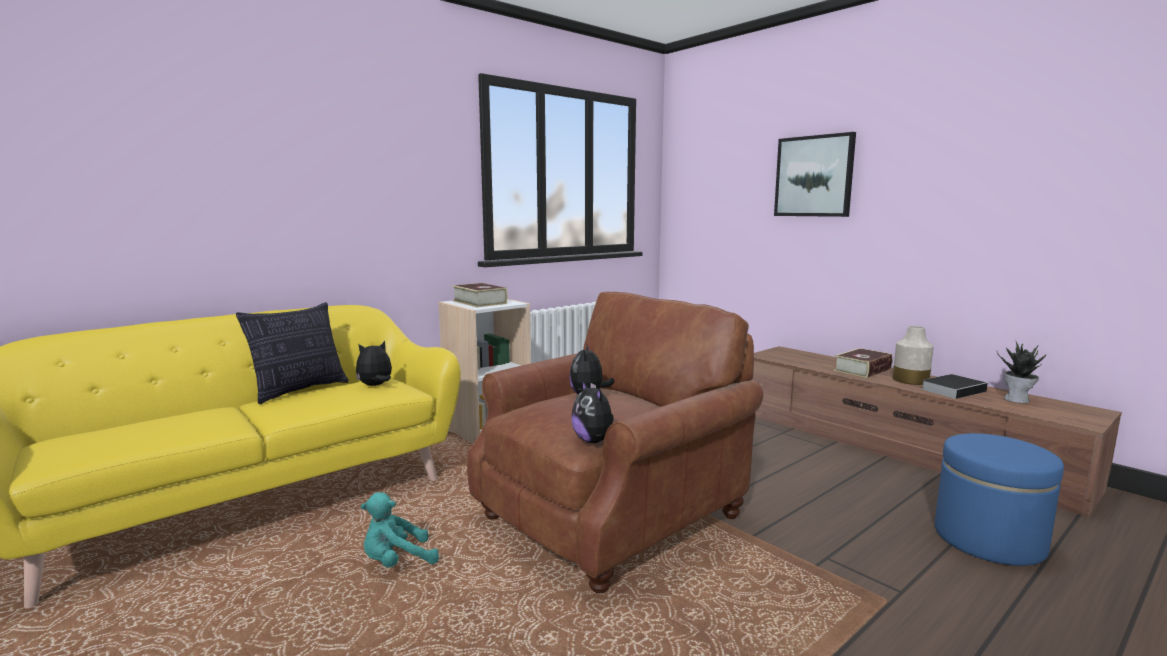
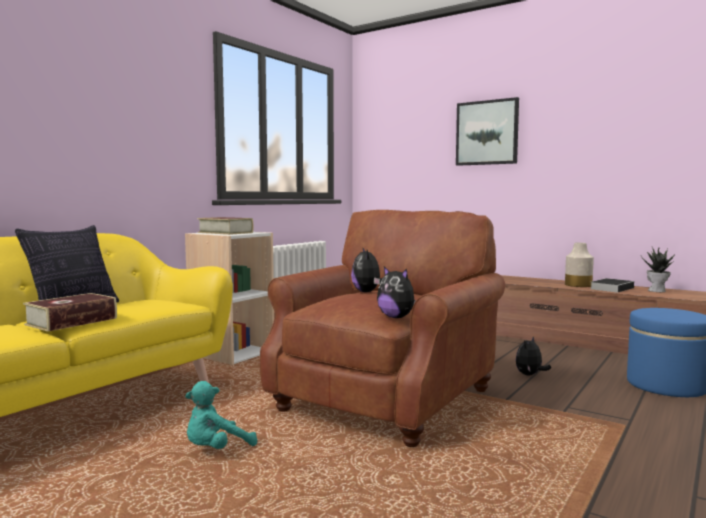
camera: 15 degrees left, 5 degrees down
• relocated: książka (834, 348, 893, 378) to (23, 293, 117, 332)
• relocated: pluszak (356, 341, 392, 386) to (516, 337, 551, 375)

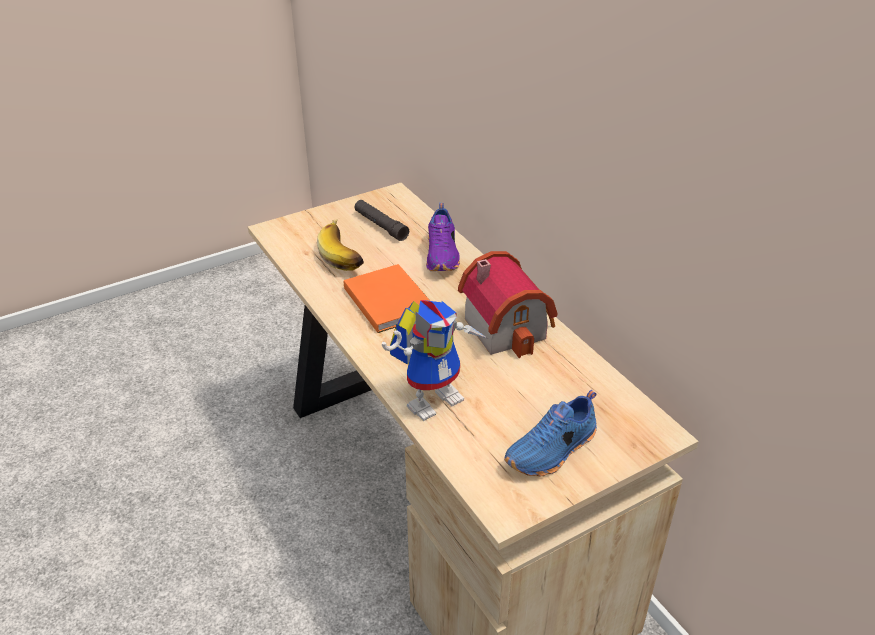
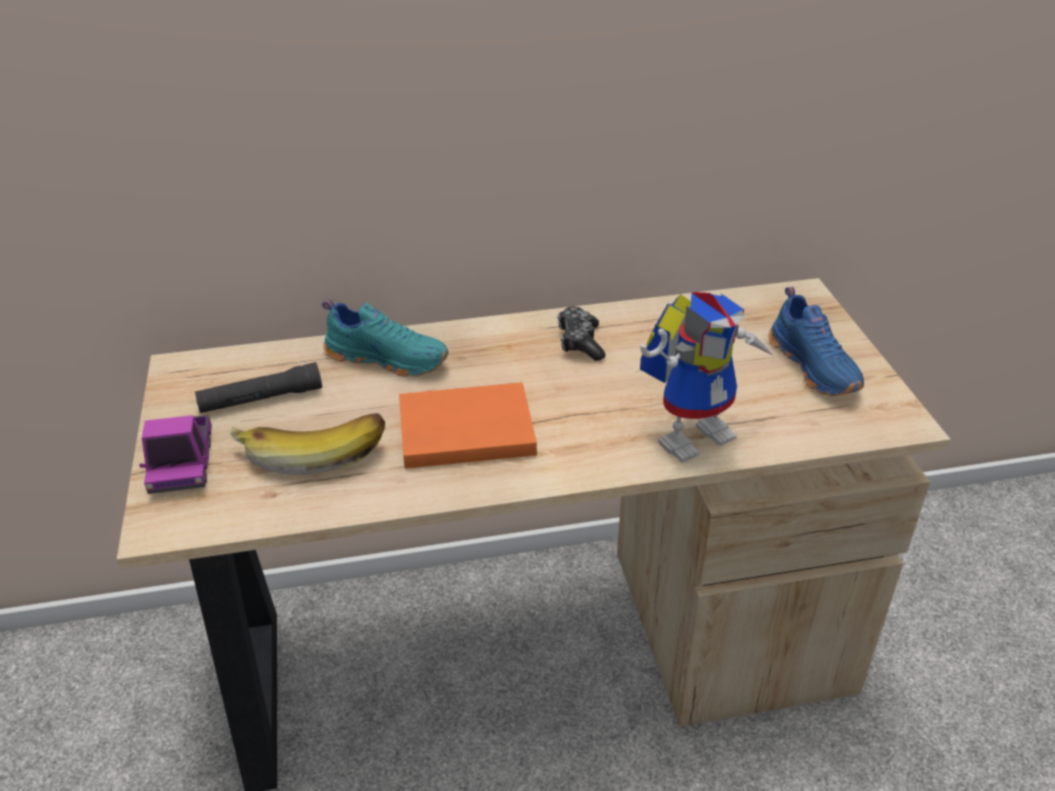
camera: 70 degrees left, 0 degrees up
• appeared: ciężarówka zabawkowa (139, 415, 212, 494)
• colour: but/fioletowy (426, 203, 460, 271) to but/turkusowy (322, 299, 448, 377)
• exchanged: domek (458, 251, 557, 358) to pad do gier (558, 306, 605, 361)
• spun: robot zabawkowy (382, 300, 488, 421) = (640, 292, 774, 462) 75 degrees clockwise

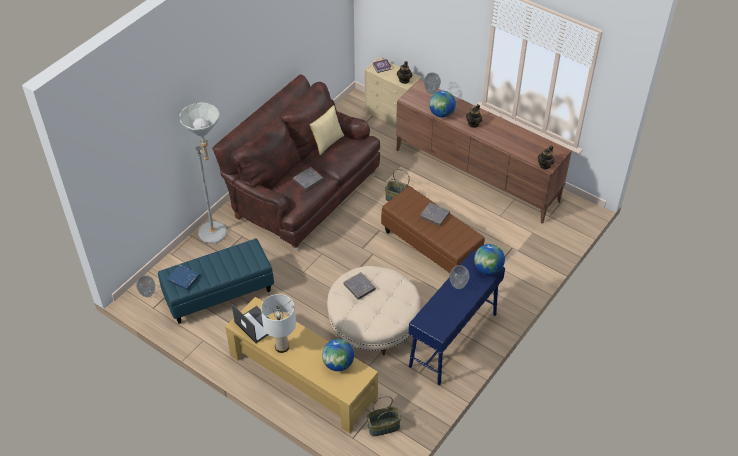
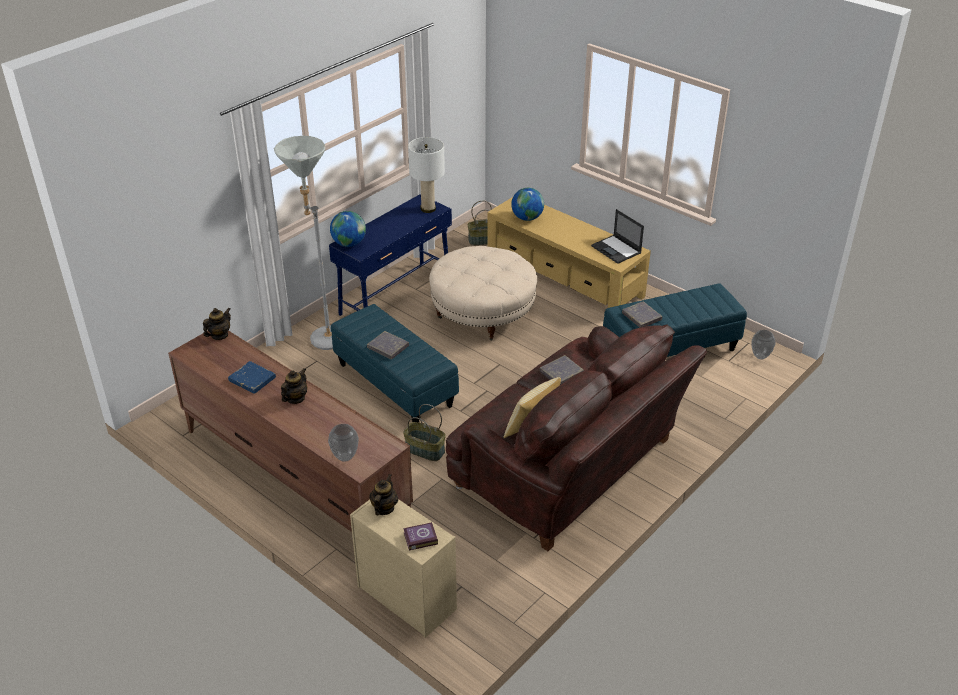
camera: 175 degrees left, 10 degrees down
• relocated: książka/niebieski (167, 265, 200, 290) to (228, 361, 276, 394)
• relocated: lampa stojąca/szary (179, 102, 227, 243) to (274, 136, 333, 350)
• colour: pufa/brązowy (381, 186, 485, 273) to pufa/niebieski (331, 304, 459, 423)
• relocated: lampa stołowa/biały (261, 294, 296, 353) to (408, 137, 445, 213)
• relocated: książka/szary (344, 272, 376, 300) to (622, 301, 662, 328)
• missing: globus (429, 91, 456, 118)
• missing: wazon (449, 265, 470, 289)

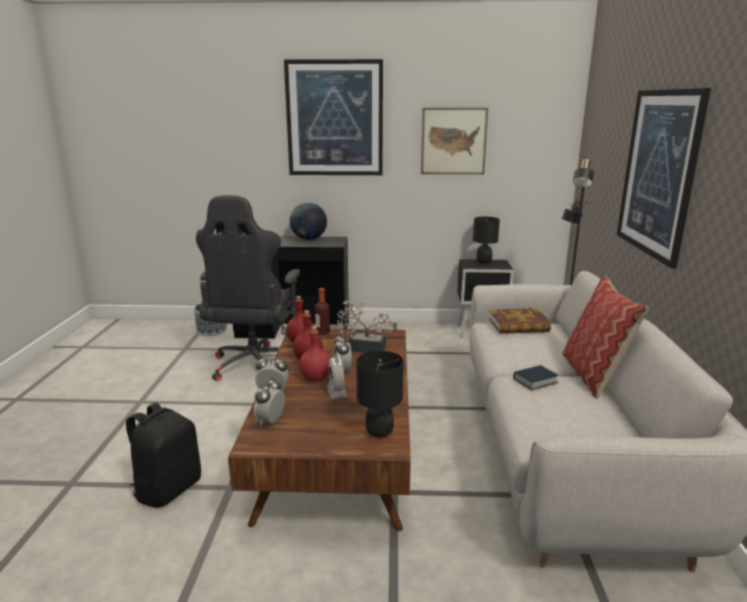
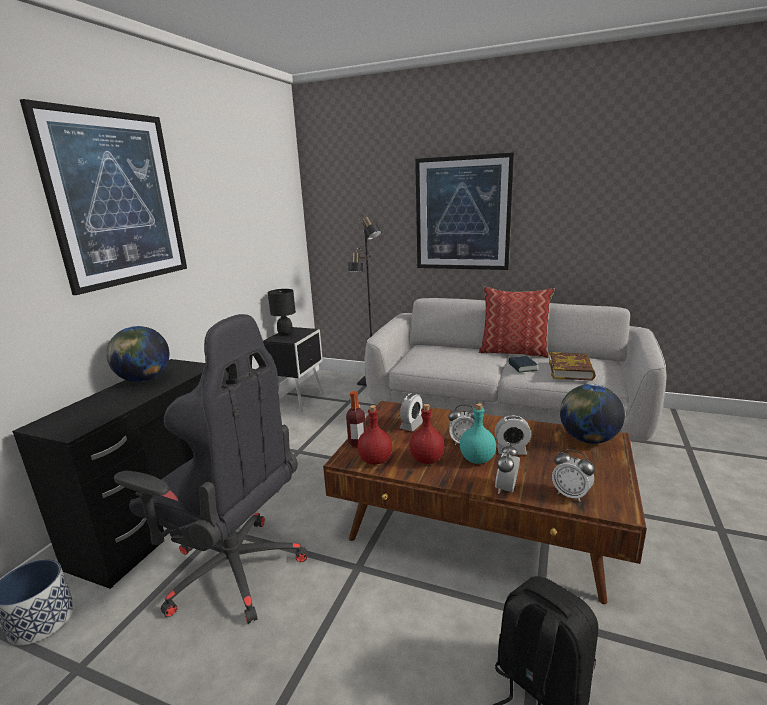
camera: 70 degrees left, 0 degrees up
• exchanged: roślina doniczkowa (336, 298, 394, 353) to budzik (400, 393, 423, 431)
• colour: butelka/czerwony (299, 326, 330, 382) to butelka/turkusowy (460, 403, 496, 464)
• relocated: książka (489, 308, 551, 334) to (549, 352, 596, 381)
• exchanged: lampa stołowa/czarny (356, 351, 404, 438) to globus (560, 384, 625, 444)
• missing: obraz (421, 108, 488, 174)

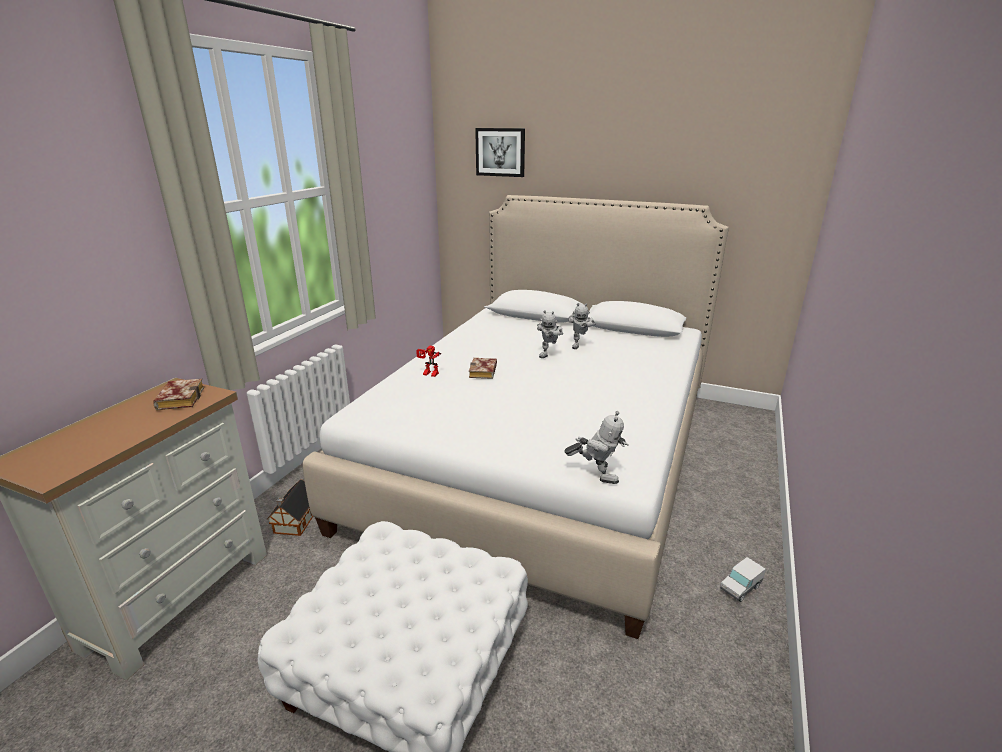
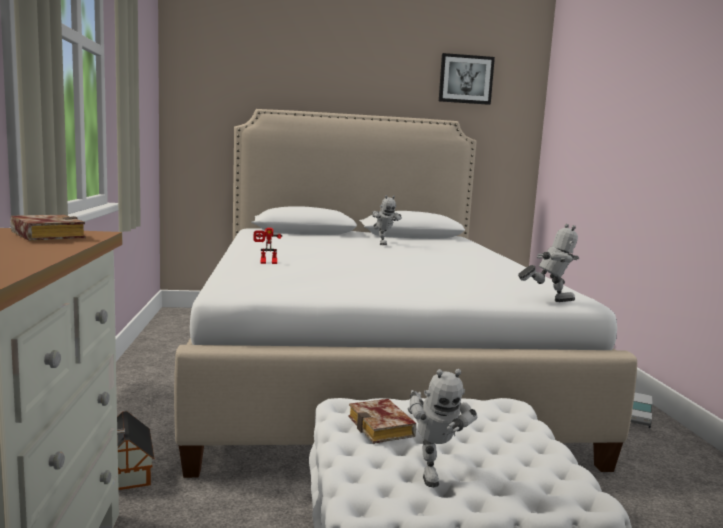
camera: 30 degrees left, 15 degrees down
• relocated: książka (469, 358, 497, 379) to (349, 399, 416, 444)
• relocated: robot zabawkowy (537, 310, 563, 358) to (408, 369, 478, 487)
• relocated: obraz (475, 128, 525, 177) to (439, 53, 495, 105)

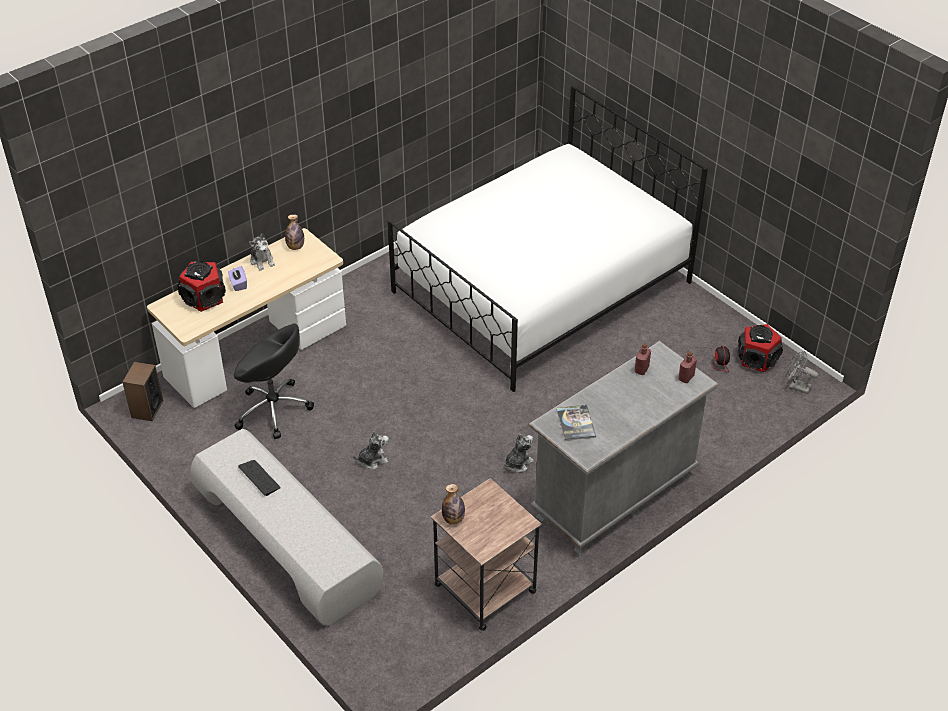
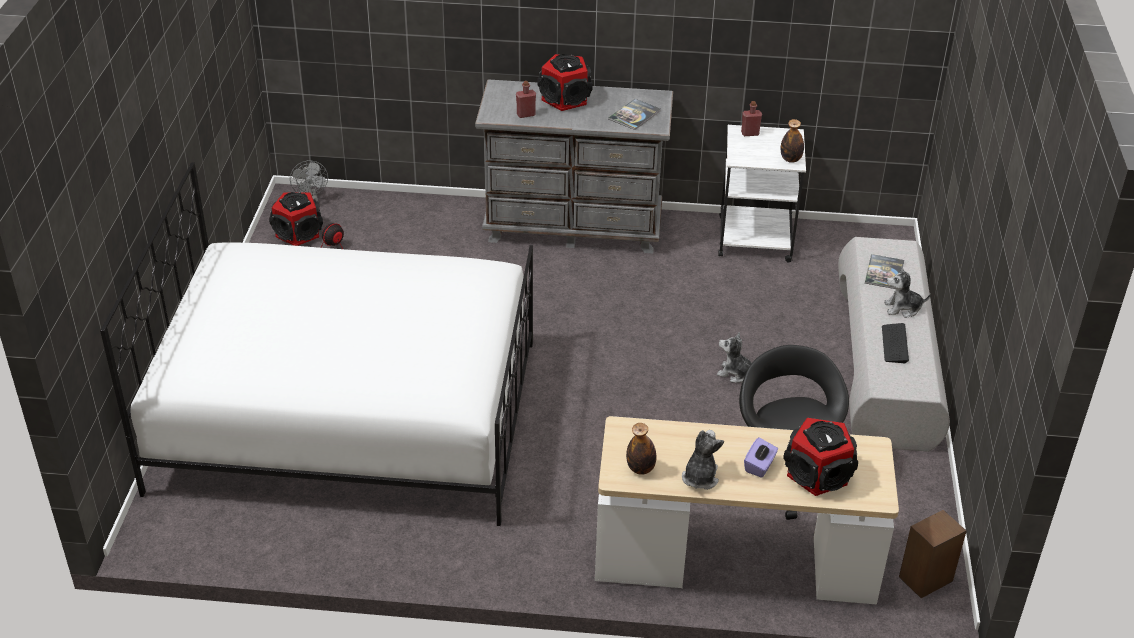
camera: 135 degrees left, 5 degrees down
• appeared: głośnik (537, 54, 593, 111)
• colour: wózek/brązowy (431, 478, 542, 631) to wózek/biały (718, 125, 806, 263)
• relocated: butelka/czerwony (678, 351, 697, 383) to (741, 101, 762, 136)
• appeared: książka (865, 254, 904, 289)
• relocated: pluszak (504, 434, 534, 473) to (884, 266, 931, 318)

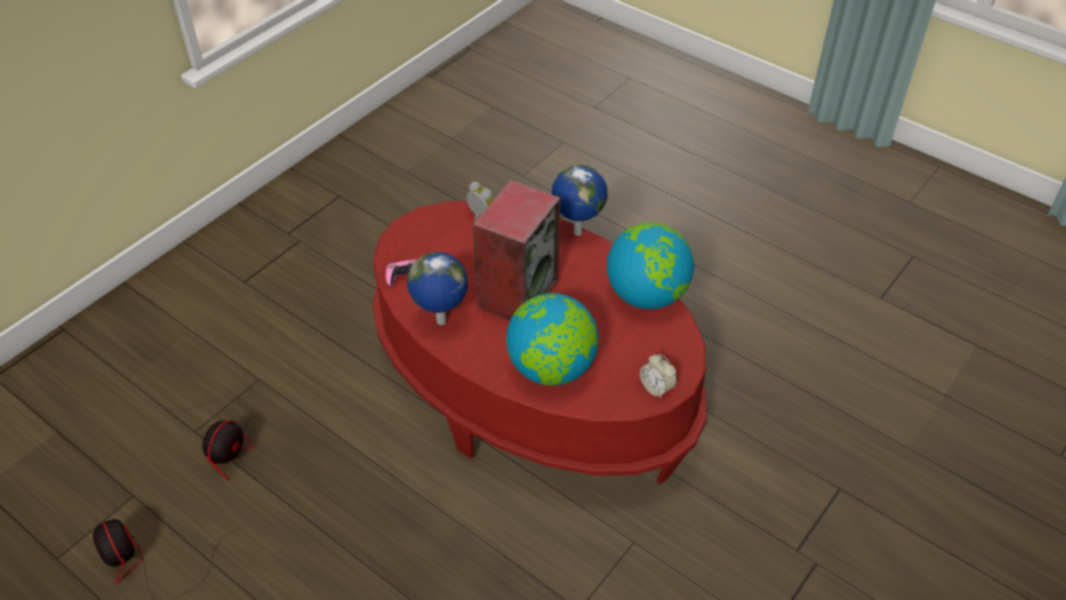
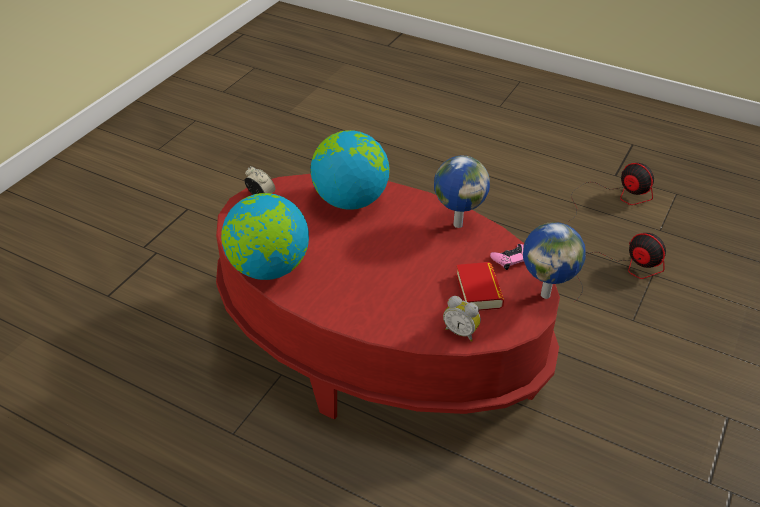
camera: 170 degrees right, 5 degrees down
• appeared: książka (456, 262, 504, 311)
• relocated: globus (552, 165, 608, 236) to (523, 222, 586, 299)
• spun: wentylator (164, 399, 253, 480) = (574, 233, 666, 302) 120 degrees clockwise
• missing: głośnik (473, 180, 560, 320)

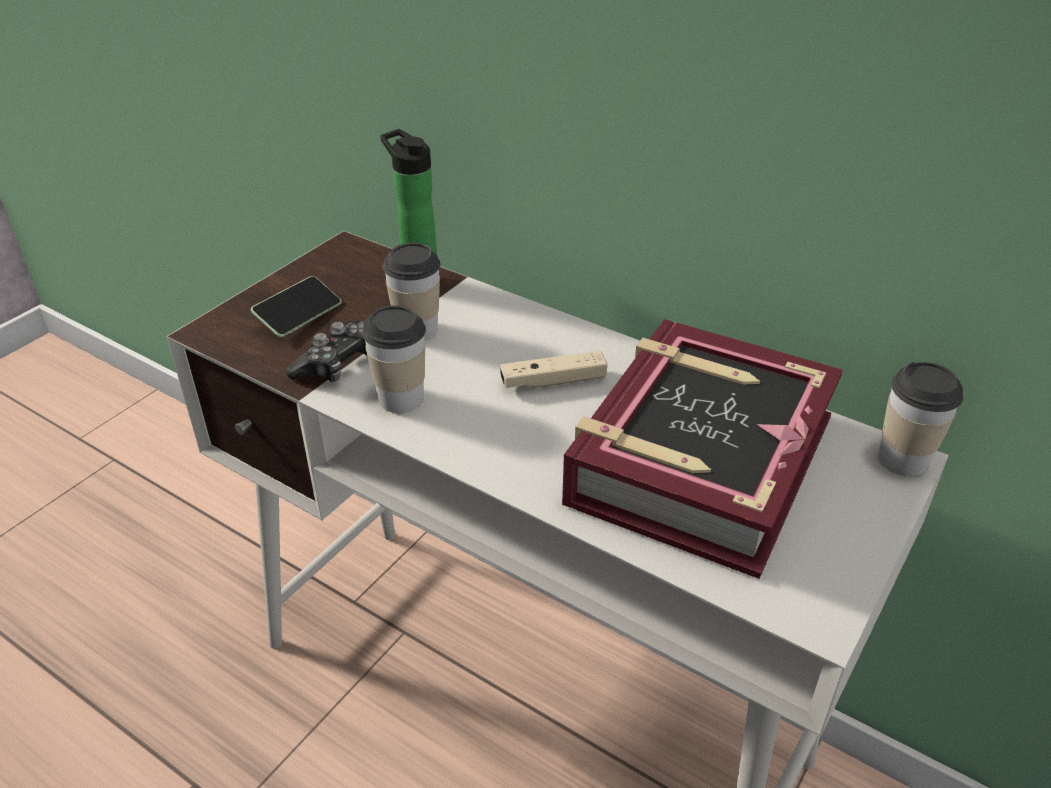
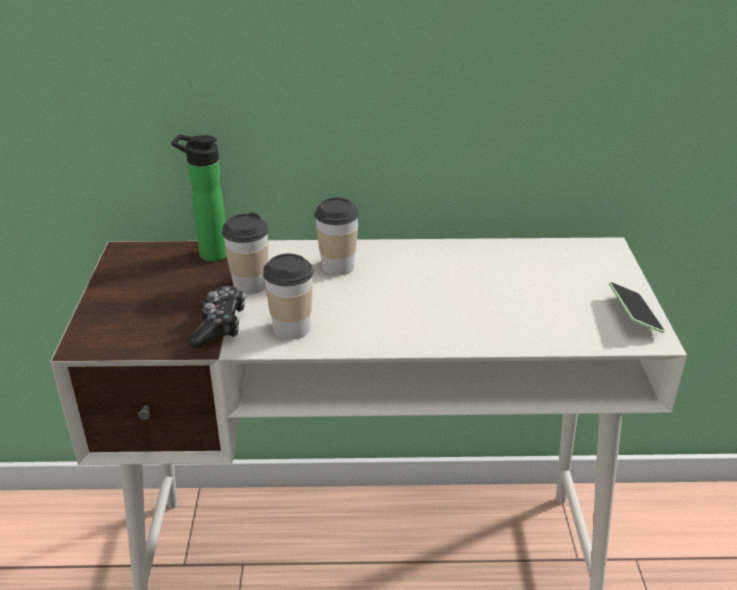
camera: 35 degrees left, 5 degrees down
• relocated: filiżanka (878, 362, 963, 477) to (314, 197, 359, 276)
• relocated: telefon (251, 276, 341, 337) to (609, 282, 665, 333)
• missing: pad do gier/beżowy (500, 351, 608, 388)
• missing: książka (562, 319, 843, 579)

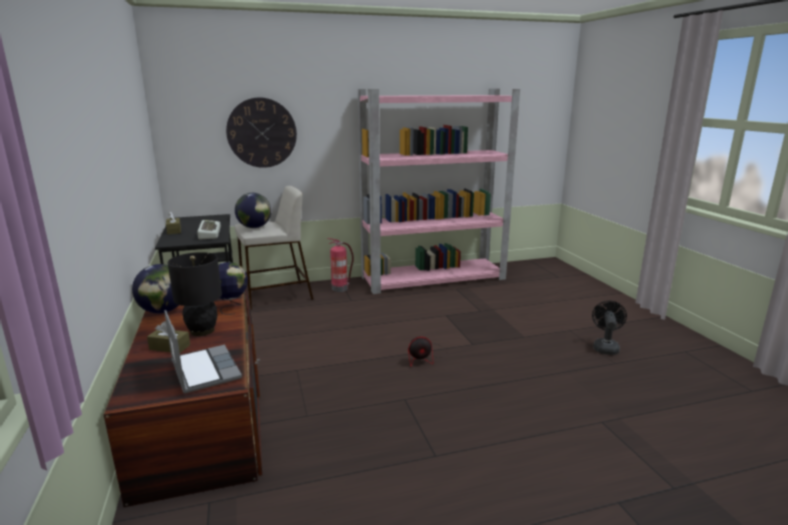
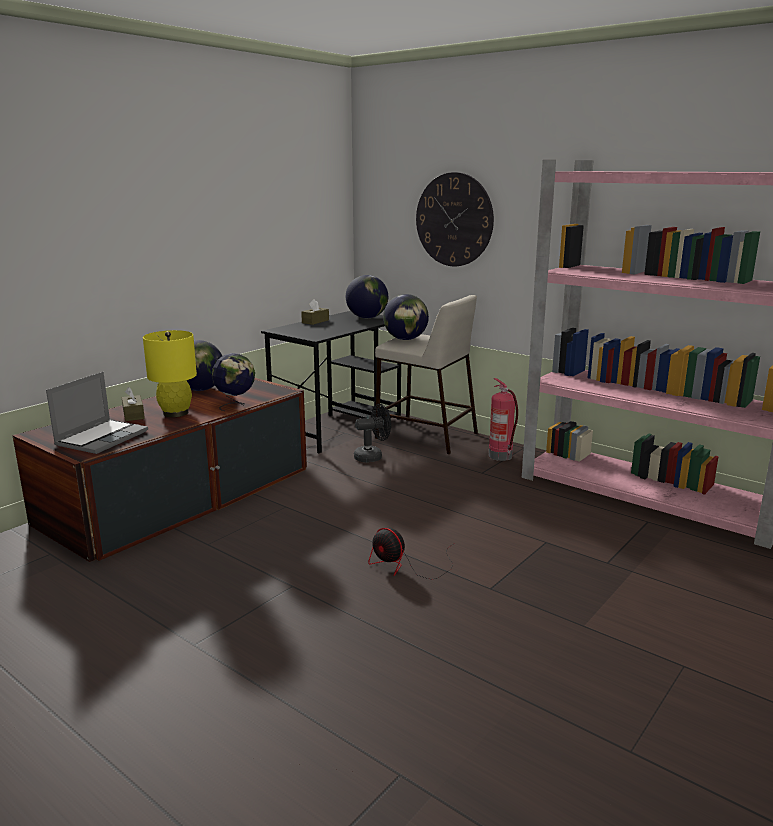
camera: 55 degrees right, 0 degrees up
• colour: lampa stołowa/czarny (168, 252, 222, 336) to lampa stołowa/żółty (143, 330, 197, 417)
• appeared: globus (346, 275, 388, 318)
• relocated: wentylator/czarny (592, 301, 627, 355) to (354, 404, 391, 462)
• missing: klawiatura (197, 220, 221, 239)

